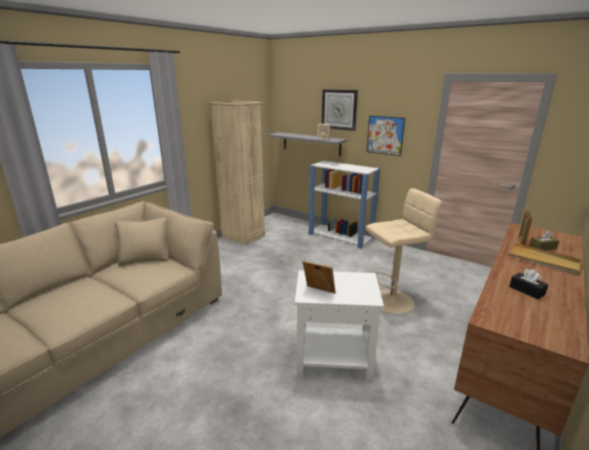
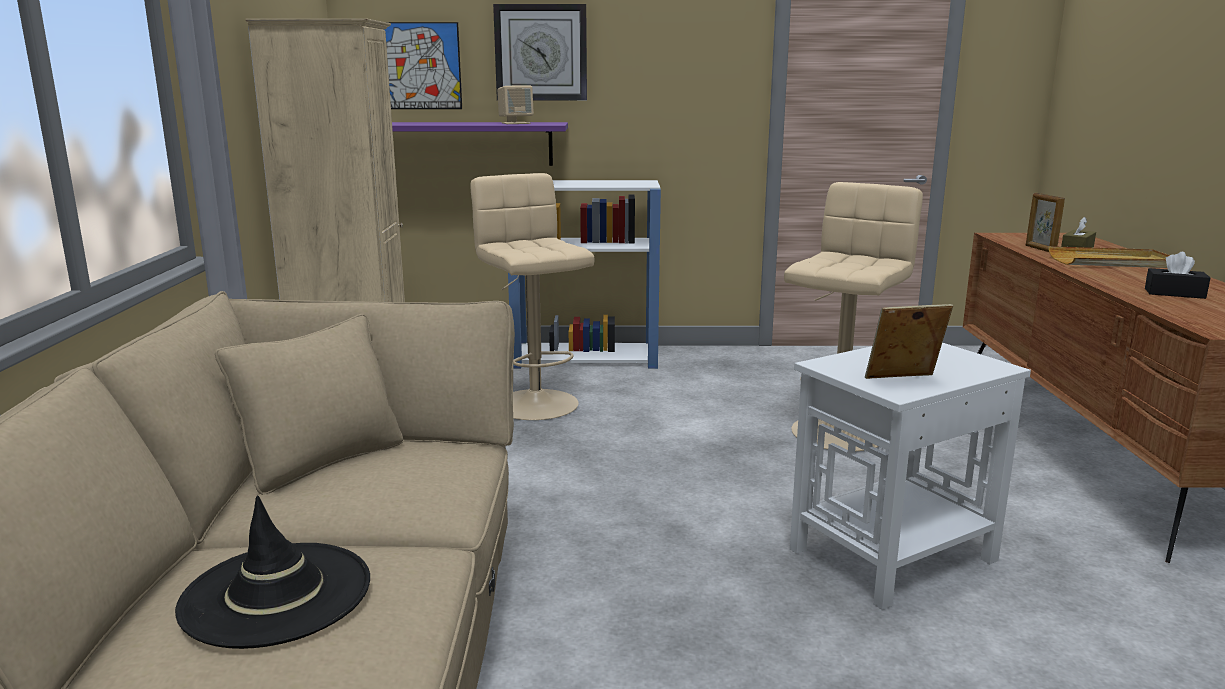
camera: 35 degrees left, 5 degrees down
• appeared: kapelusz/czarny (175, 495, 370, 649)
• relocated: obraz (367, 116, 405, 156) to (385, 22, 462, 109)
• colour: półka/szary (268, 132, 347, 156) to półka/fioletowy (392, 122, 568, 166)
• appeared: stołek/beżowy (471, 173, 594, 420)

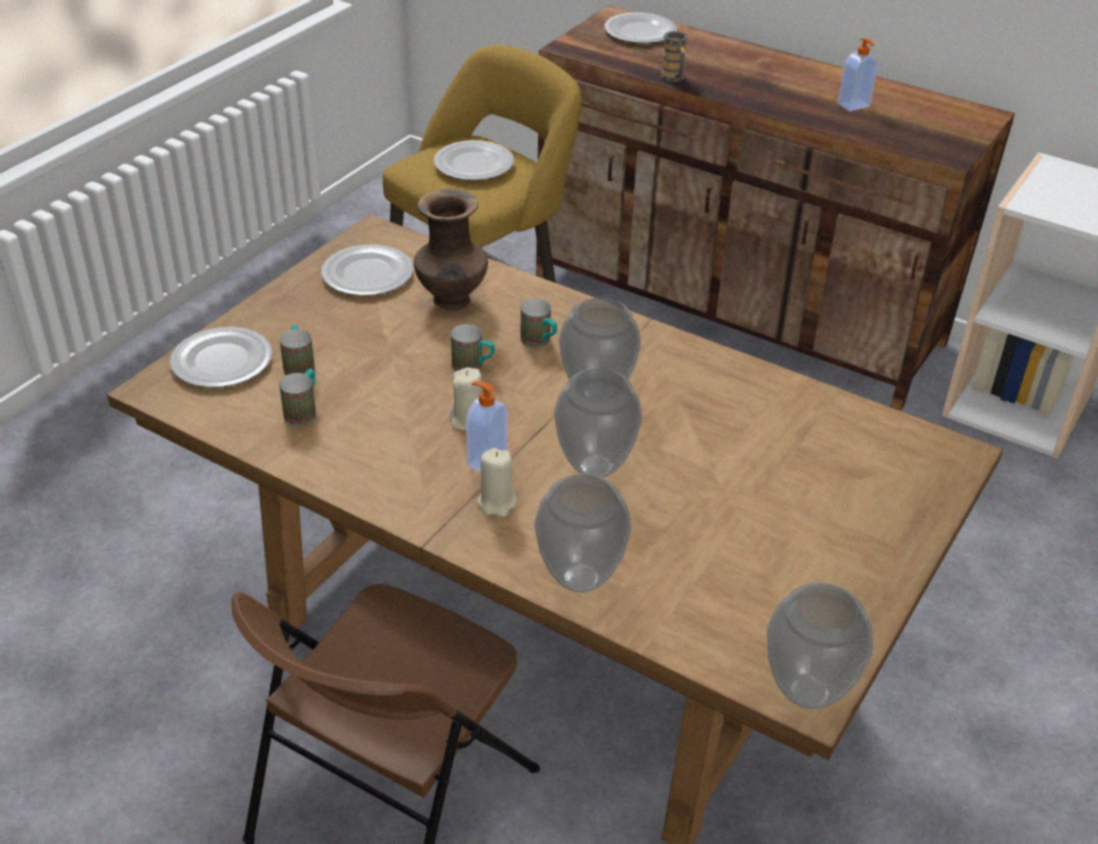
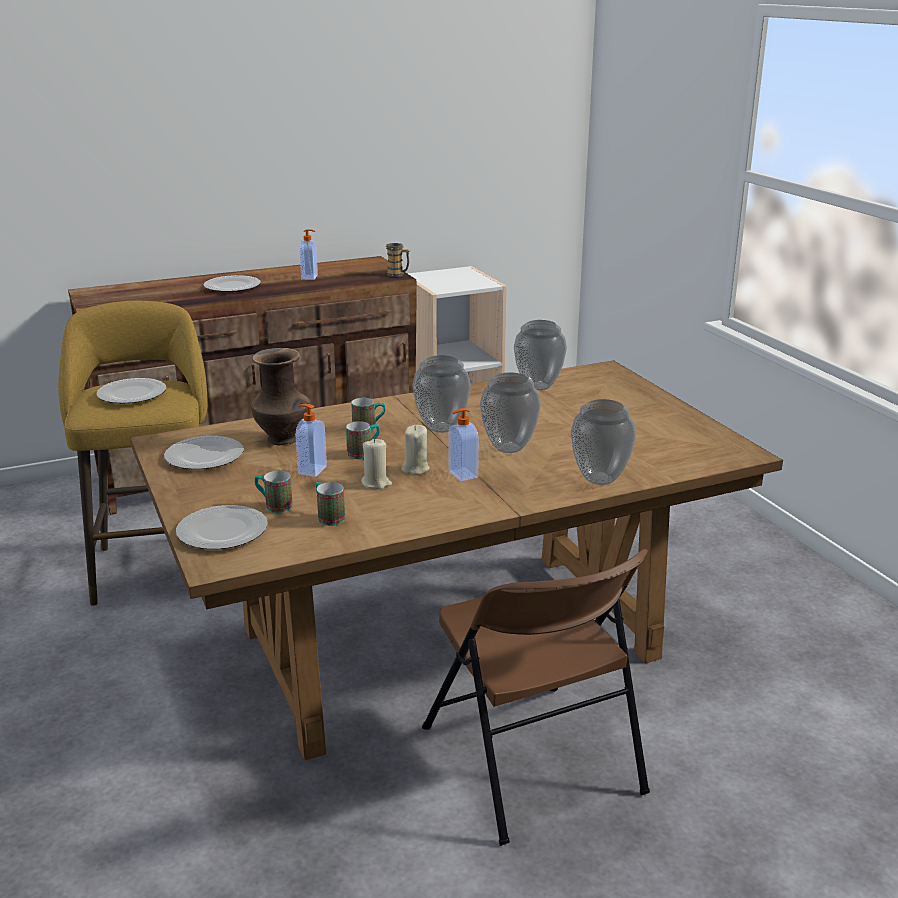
camera: 55 degrees left, 15 degrees down
• relocated: talerz (604, 12, 677, 43) to (204, 275, 261, 292)
• appeared: dozownik mydła (296, 404, 327, 477)
• relocated: świeca/beżowy (477, 448, 517, 517) to (361, 438, 392, 489)
• relocated: kubek (660, 31, 688, 82) to (386, 243, 410, 277)
• relocated: wazon (767, 582, 873, 709) to (514, 320, 567, 390)

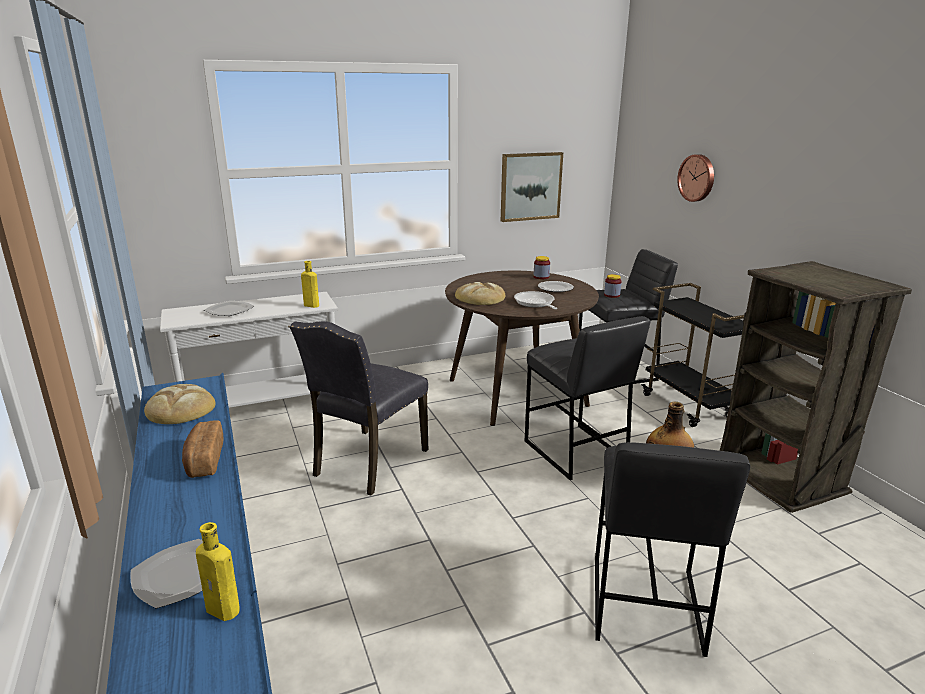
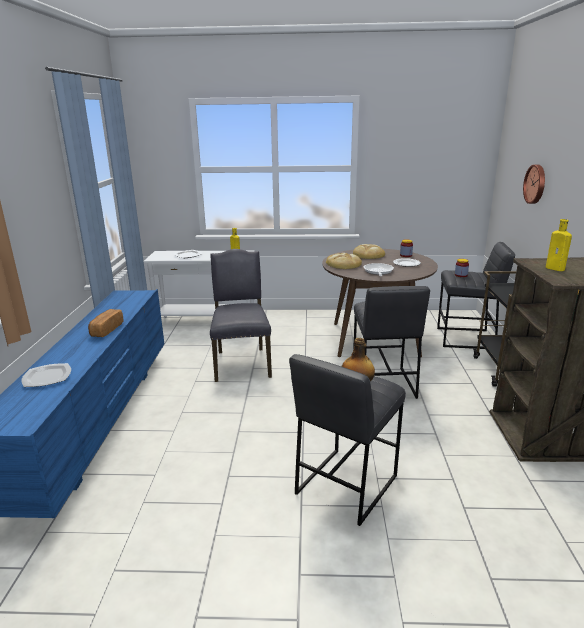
camera: 25 degrees right, 0 degrees up
• spun: krzesło/szary (289, 321, 428, 496) = (210, 249, 272, 382) 120 degrees clockwise
• relocated: chleb (144, 384, 216, 424) to (353, 244, 385, 259)
• relocated: butelka/żółty (196, 522, 240, 621) to (546, 219, 572, 271)
• missing: obraz (501, 152, 563, 222)

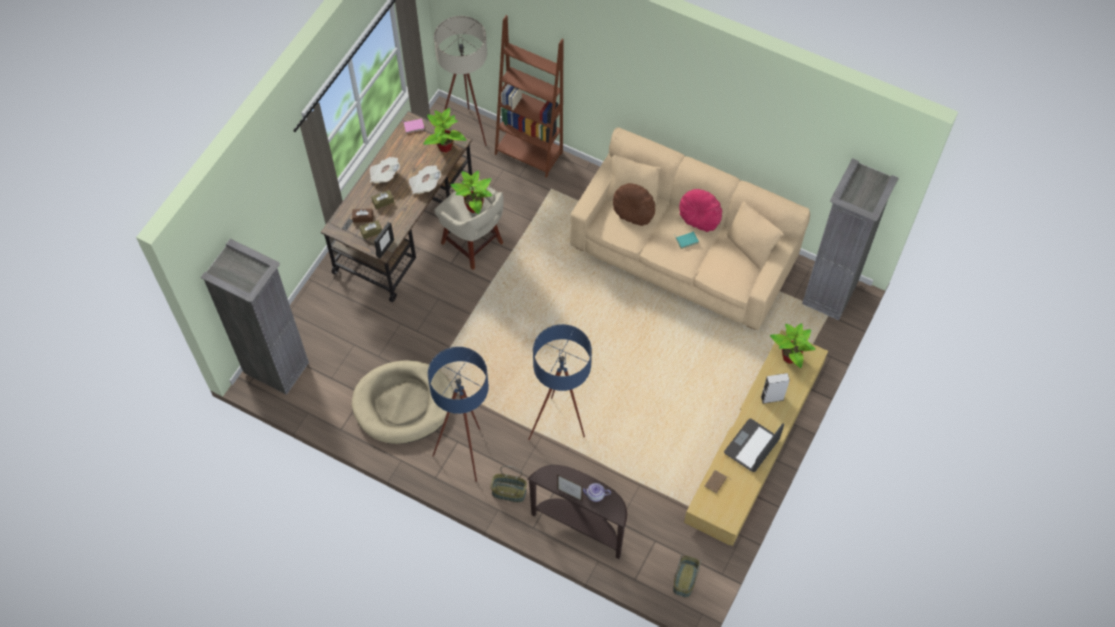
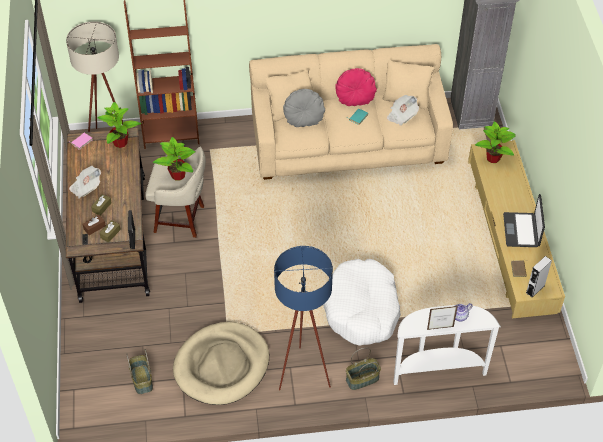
camera: 35 degrees left, 10 degrees down
• relocated: koszyk (673, 554, 701, 598) to (126, 349, 153, 394)
• colour: poduszka/brązowy (613, 183, 655, 226) to poduszka/szary (283, 89, 325, 127)
• exchanged: lampa stojąca/niebieski (528, 324, 592, 440) to legowisko/biały (323, 259, 401, 346)
• relocated: gazeta (408, 165, 441, 194) to (387, 95, 419, 126)
• colour: stolik konsolowy/brązowy (527, 465, 627, 559) to stolik konsolowy/biały (394, 305, 501, 385)
• relocated: głośnik/szary (761, 373, 790, 404) to (526, 256, 552, 298)
• missing: szafka/szary (200, 239, 309, 395)

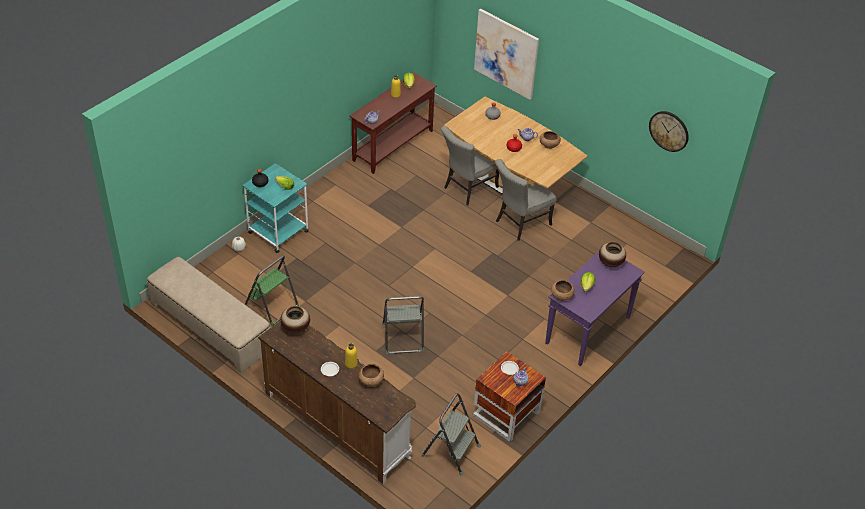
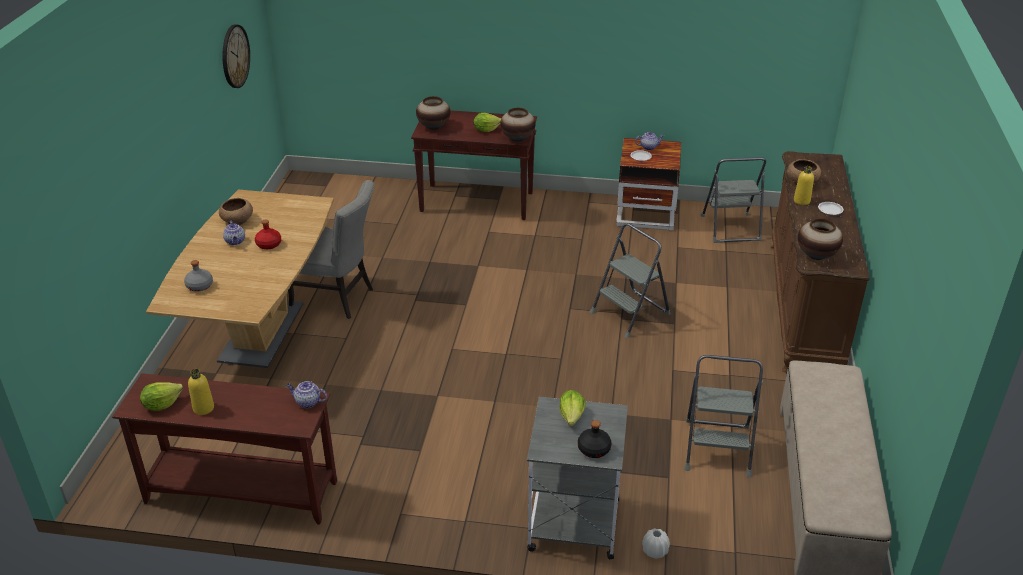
camera: 120 degrees left, 10 degrees down
• colour: stolik konsolowy/fioletowy (545, 251, 645, 366) to stolik konsolowy/brązowy (411, 110, 537, 220)
• exchanged: miska/brązowy (551, 280, 575, 301) to wazon (500, 108, 536, 142)
• colour: wózek/turkusowy (242, 163, 308, 253) to wózek/szary (527, 397, 628, 560)
• colour: drabinka/zielony (245, 256, 299, 326) to drabinka/szary (684, 355, 763, 478)
• colour: szafka/biały (258, 321, 416, 484) to szafka/brązowy (771, 151, 869, 372)
• missing: krzesło/szary (441, 126, 499, 205)
• missing: obraz (474, 9, 539, 100)

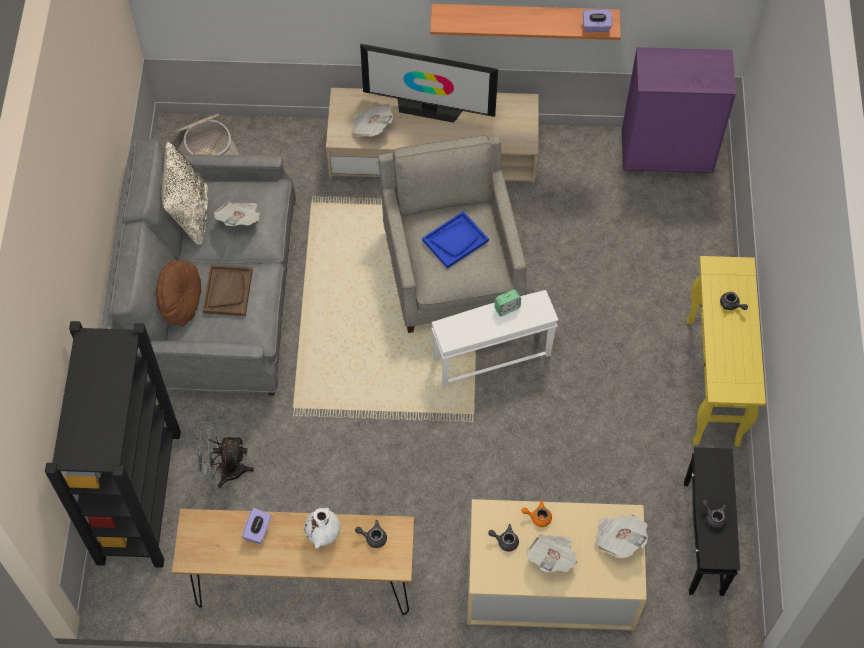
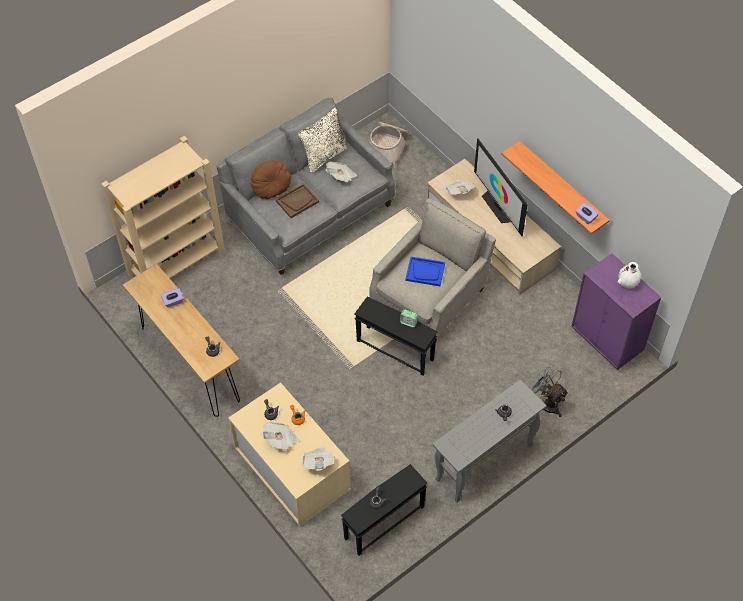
camera: 50 degrees right, 5 degrees down
• colour: regał/czarny (45, 321, 181, 568) to regał/beżowy (101, 136, 225, 278)
• colour: stolik/biały (432, 290, 559, 386) to stolik/czarny (355, 296, 437, 376)
• colour: stolik konsolowy/żółty (687, 256, 766, 447) to stolik konsolowy/szary (432, 379, 547, 503)
• relocated: wentylator/szary (195, 422, 254, 488) to (530, 365, 568, 417)
• relocated: wazon/biały (304, 508, 341, 549) to (618, 262, 641, 288)

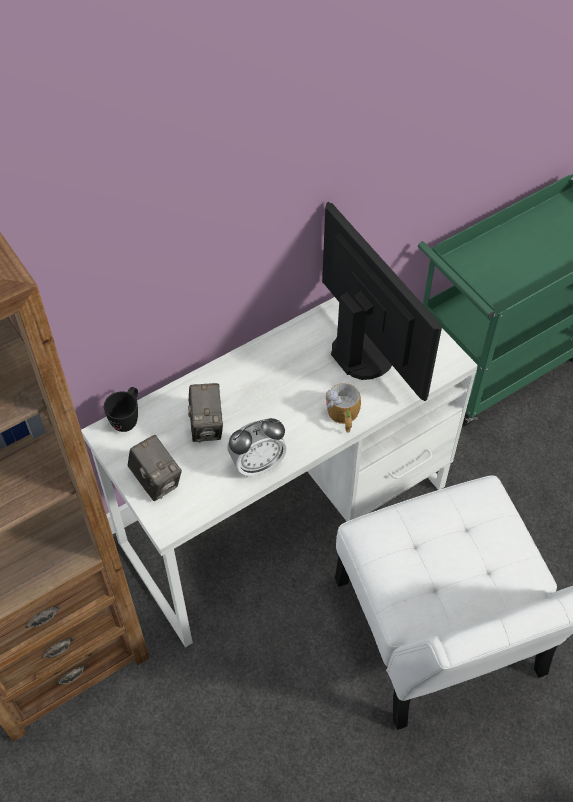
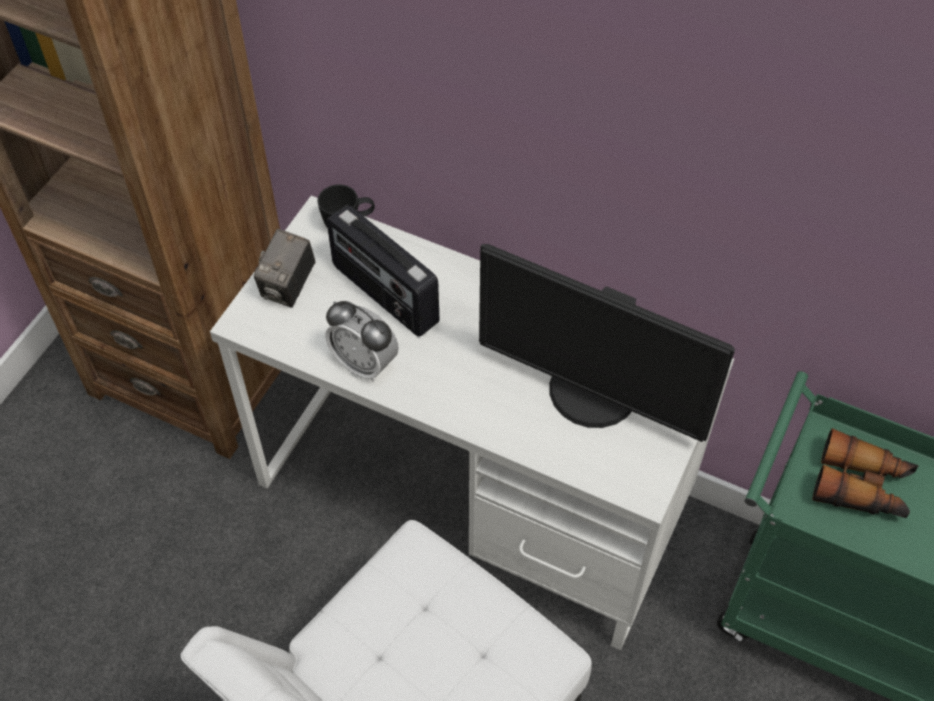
camera: 60 degrees right, 0 degrees up
• exchanged: aparat fotograficzny (188, 383, 223, 442) to radio (327, 205, 439, 337)
• spun: monitor (322, 202, 442, 401) = (479, 244, 735, 442) 90 degrees clockwise
• appeared: lornetka (812, 428, 918, 518)
• missing: kubek (326, 383, 361, 433)

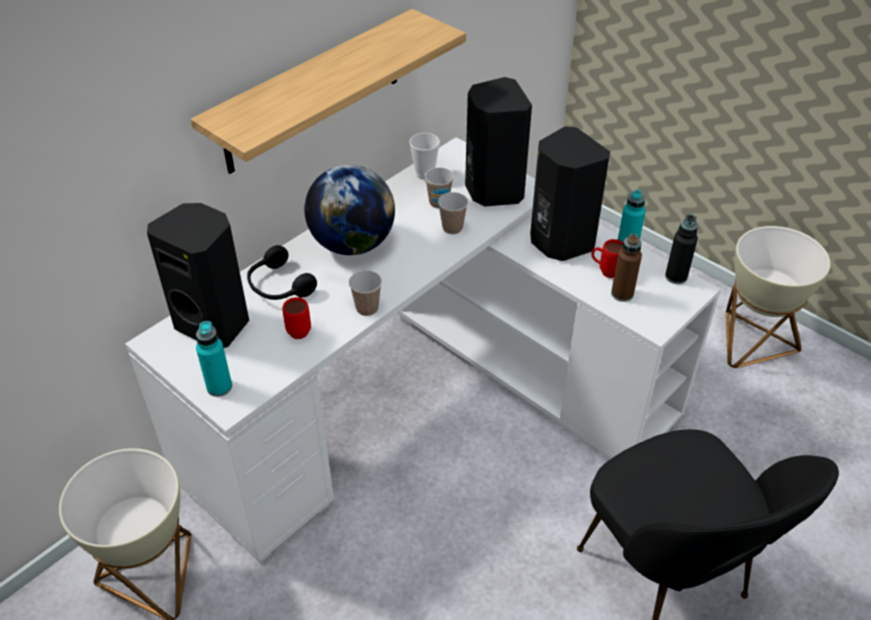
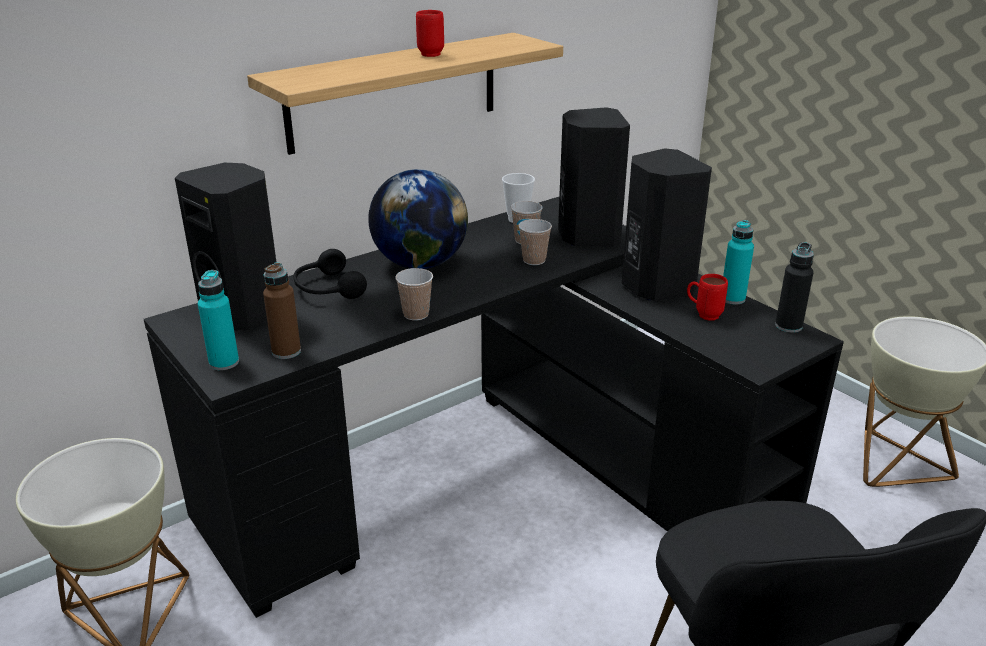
camera: 10 degrees right, 15 degrees down
• colour: biurko/biały (125, 137, 721, 564) to biurko/czarny (144, 197, 844, 618)
• relocated: butelka/brązowy (611, 233, 642, 302) to (263, 262, 301, 359)
• relocated: kubek/czerwony (282, 297, 311, 339) to (416, 10, 444, 57)

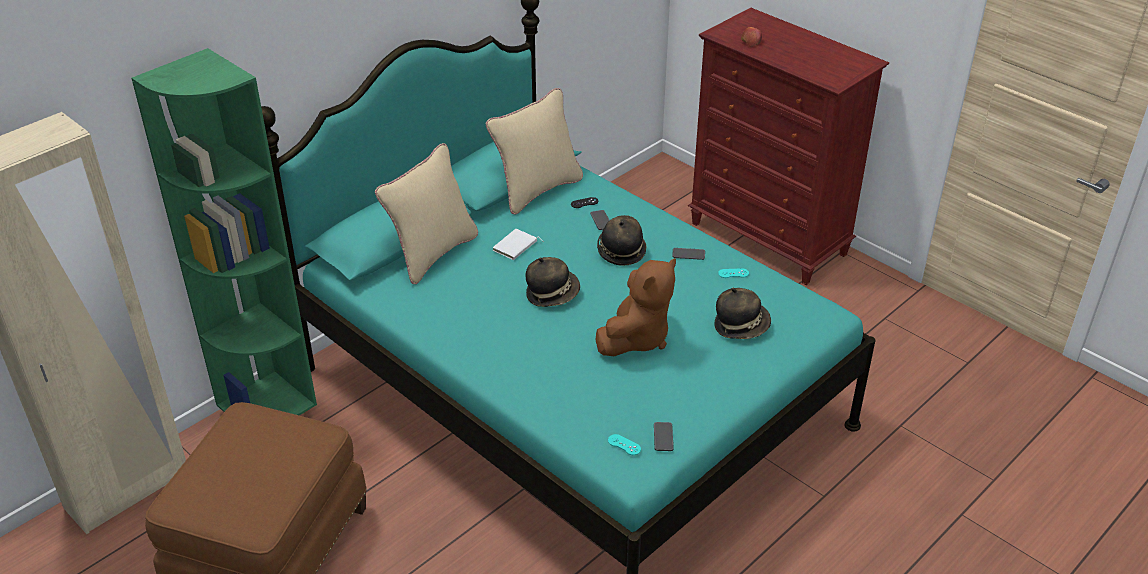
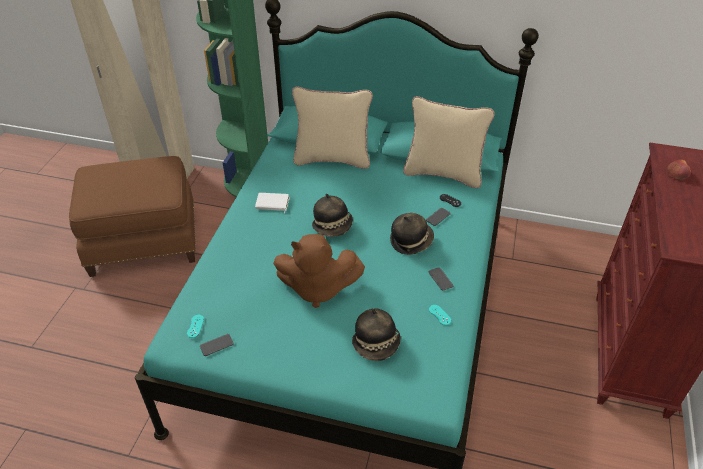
camera: 60 degrees right, 5 degrees up
• relocated: książka/biały (493, 229, 544, 260) to (255, 193, 290, 214)

